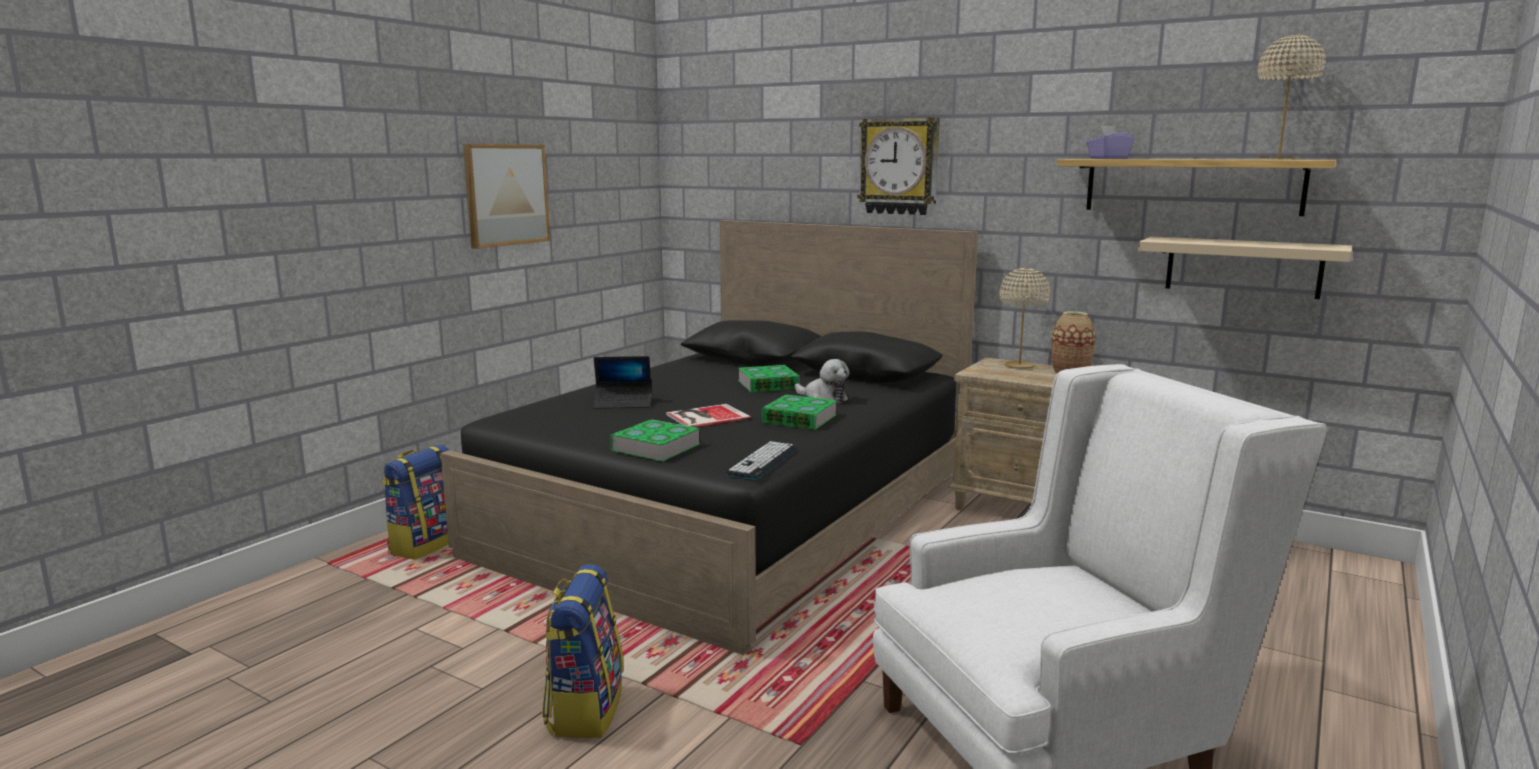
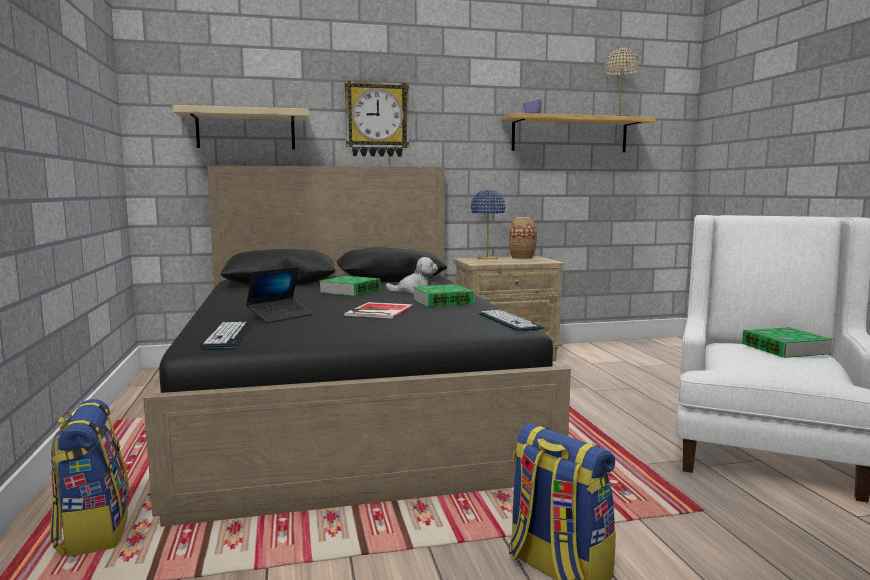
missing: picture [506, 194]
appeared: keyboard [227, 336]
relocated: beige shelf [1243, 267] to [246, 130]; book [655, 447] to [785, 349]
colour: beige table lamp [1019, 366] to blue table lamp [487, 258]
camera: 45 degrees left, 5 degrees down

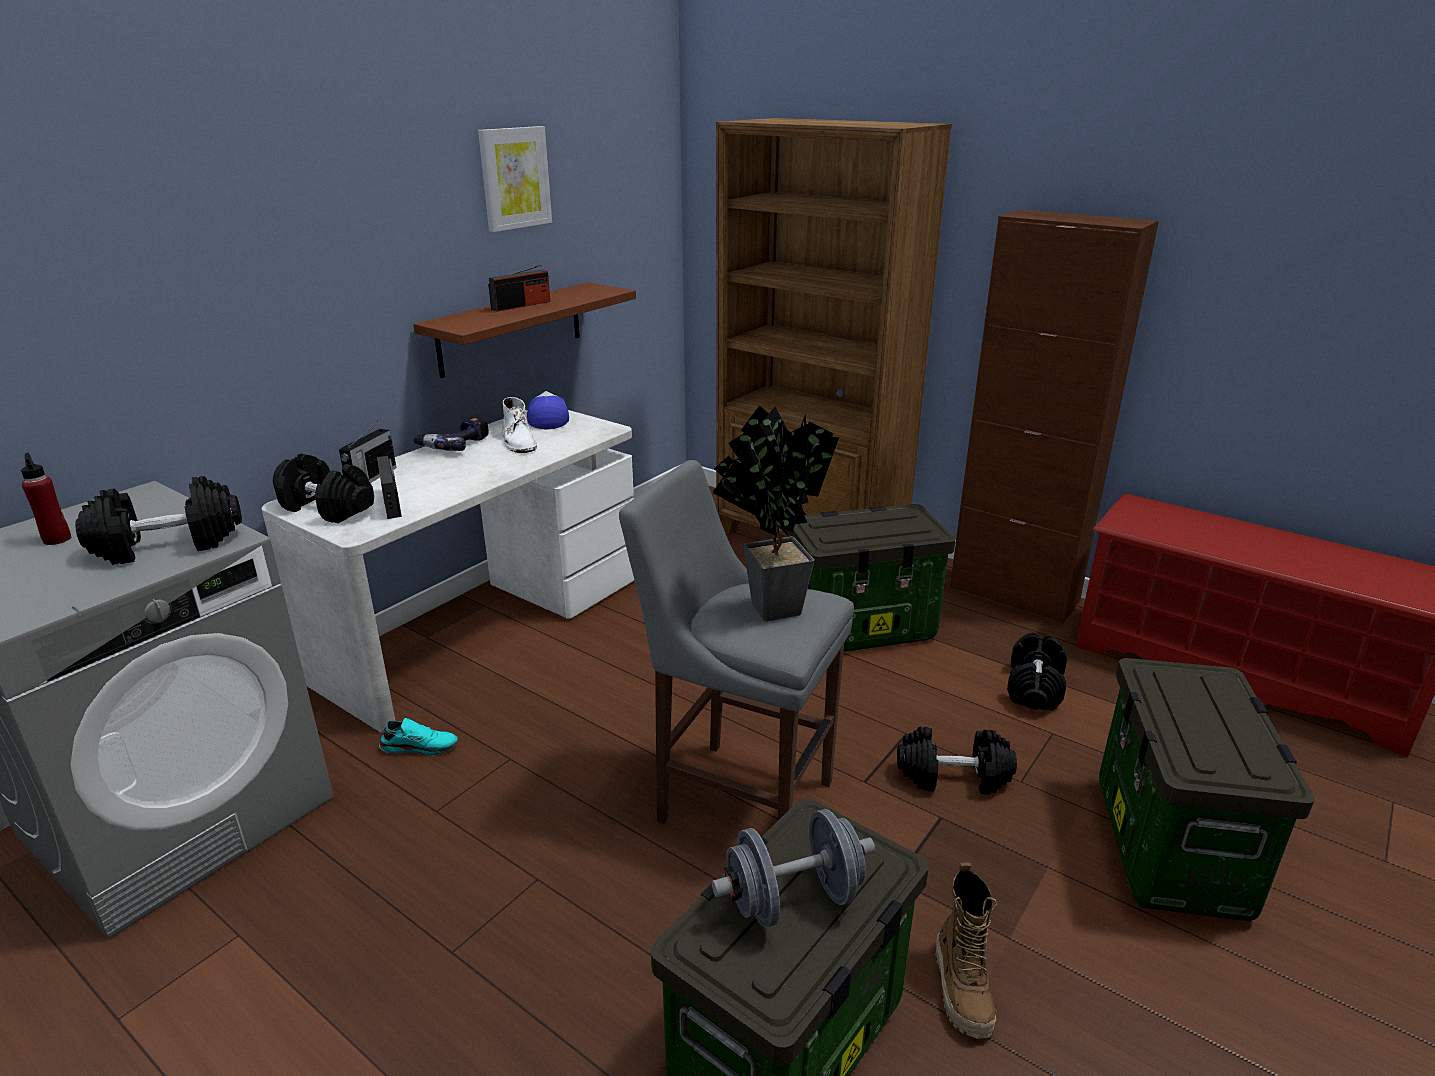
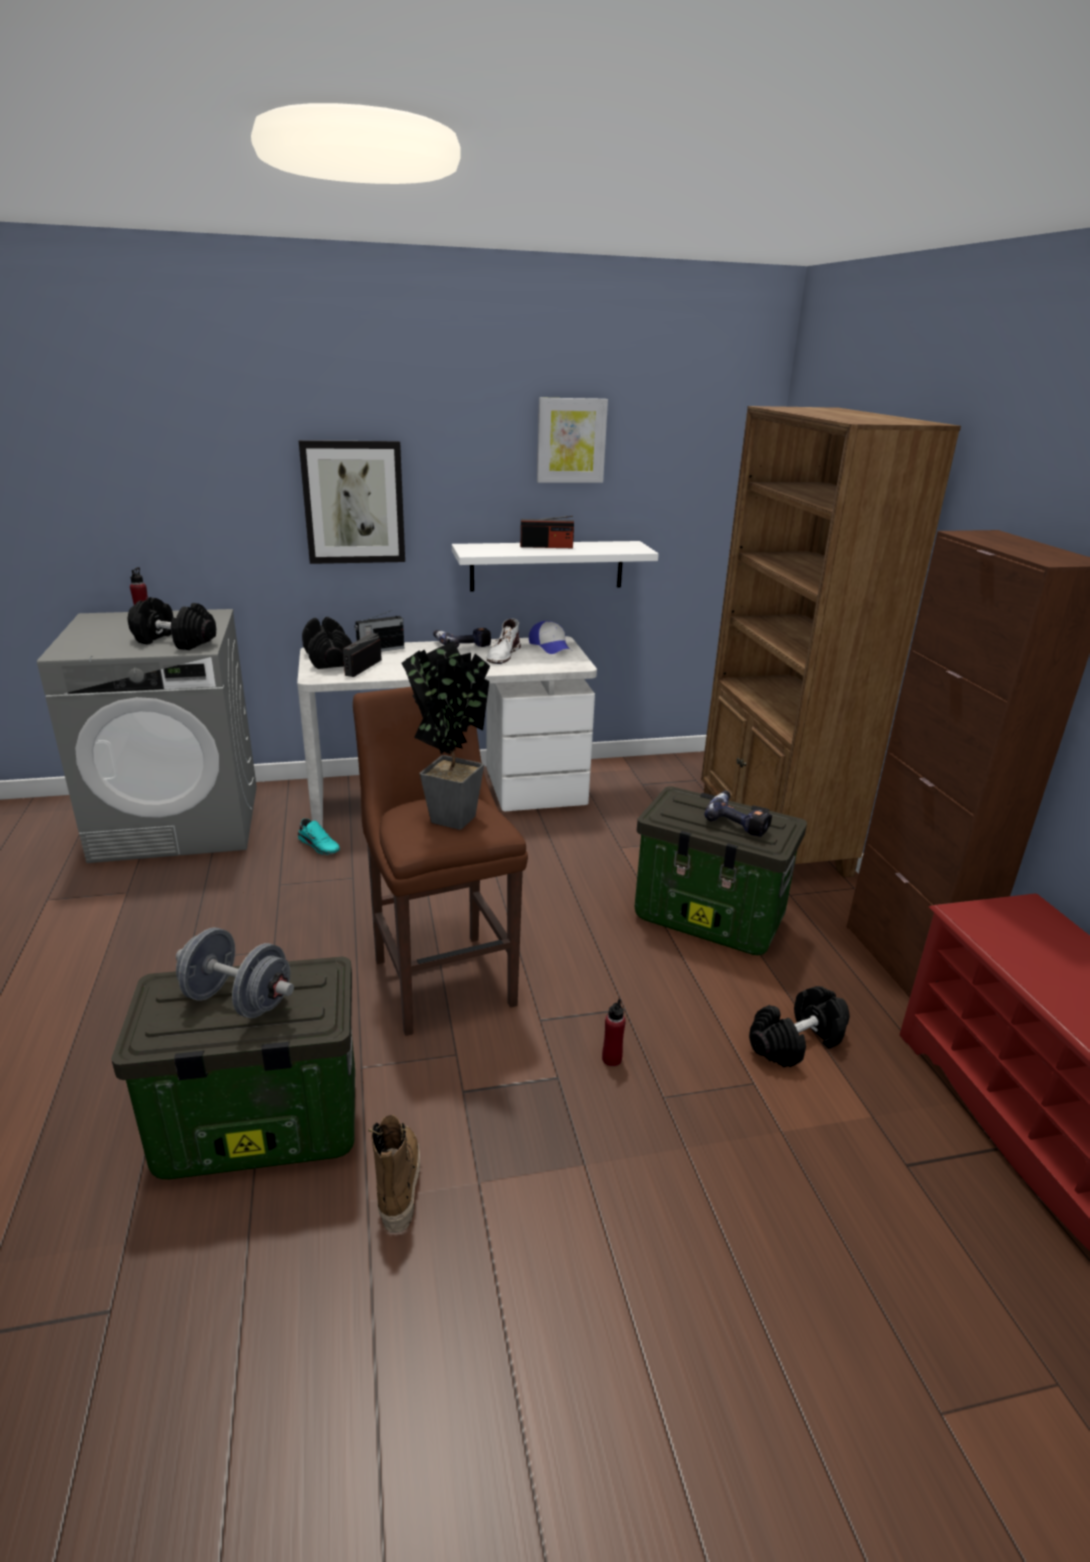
missing: storage box [1172, 849]
appeared: picture [353, 502]; power drill [738, 821]
exchanged: black dumbbell [953, 777] to red bottle [611, 1059]
colour: brown shelf [511, 328] to white shelf [547, 565]; grey stool [738, 797] to brown stool [442, 977]
spun: cap [548, 419] = [550, 646] 120 degrees clockwise; boot [962, 989] = [397, 1184] 135 degrees clockwise
camera: 40 degrees right, 0 degrees up

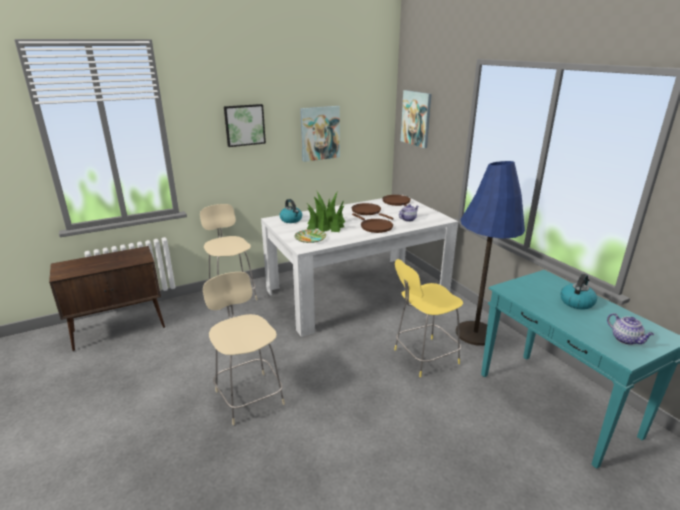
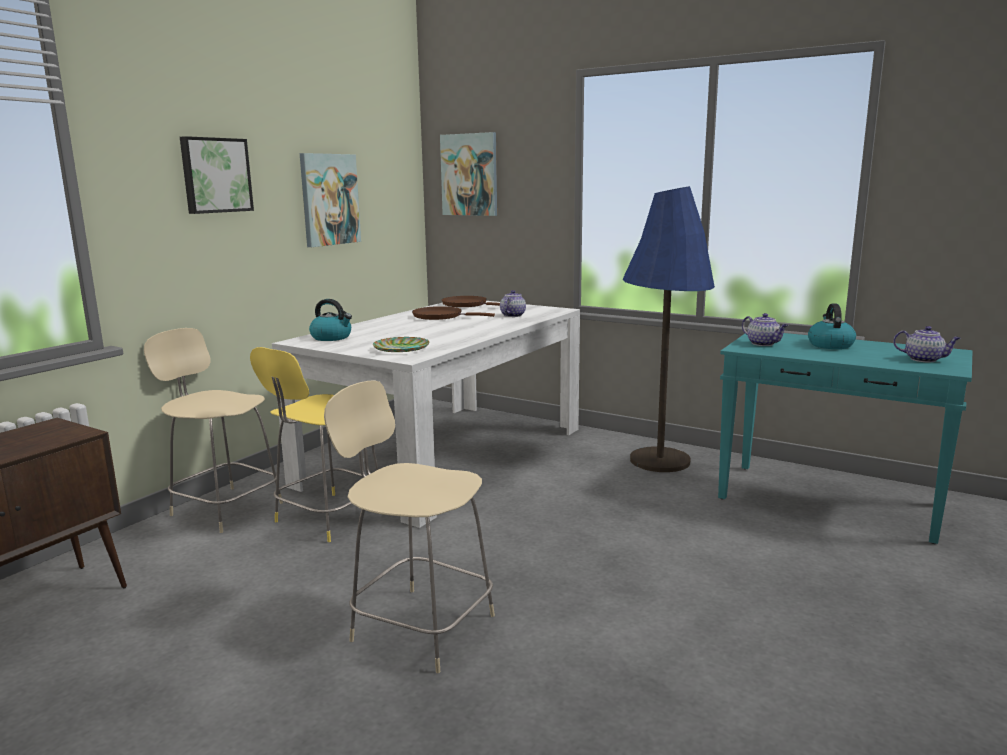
missing: potted plant [326, 225]; brown frying pan [374, 227]
appeared: teapot [763, 344]
relocated: yellow stool [424, 357] to [328, 518]
camera: 30 degrees left, 10 degrees down

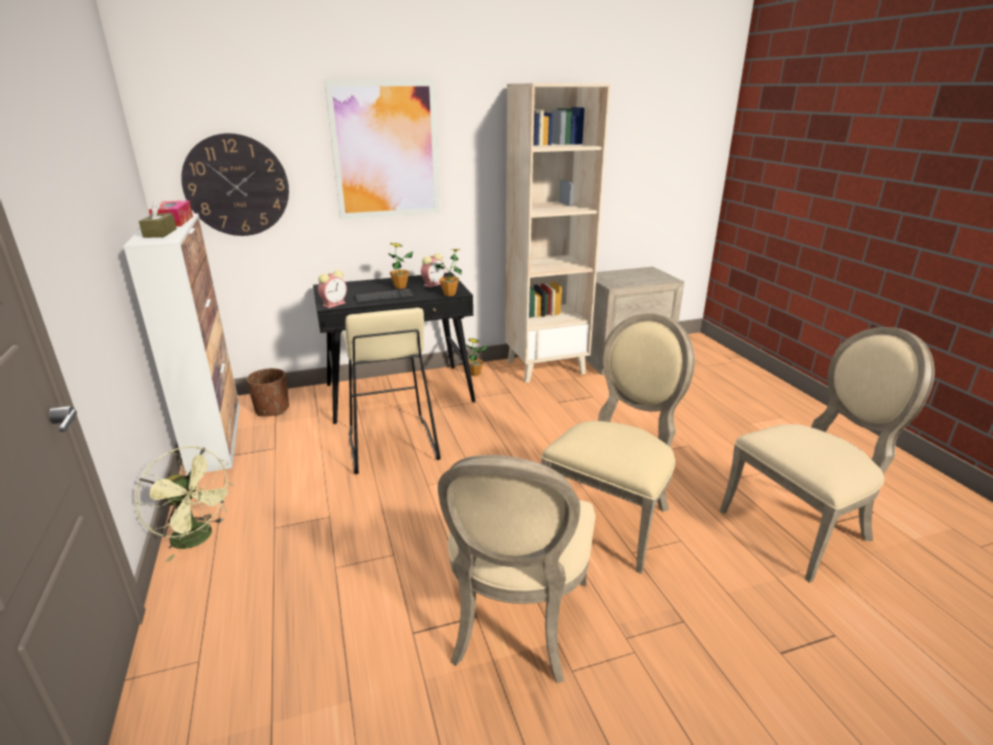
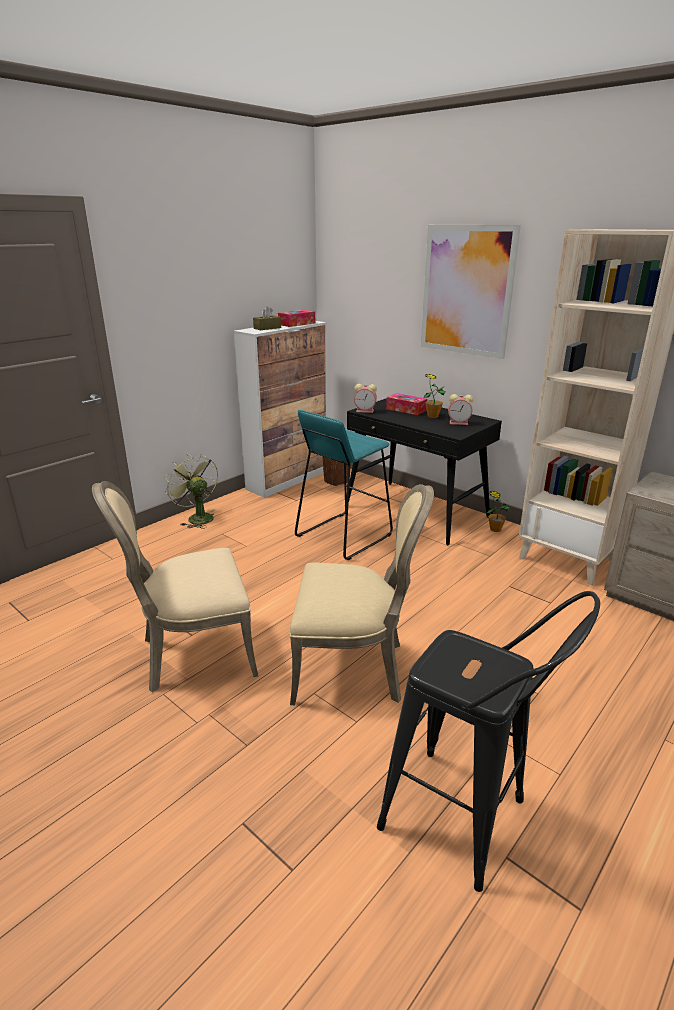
missing: wall clock [236, 186]; potted plant [449, 294]; keyboard [384, 297]
appeared: tissue box [406, 409]
exchanged: beige chair [802, 527] to black stool [467, 823]
colour: beige stool [391, 446] to turquoise stool [343, 536]
spun: green fan [198, 539] = [196, 518] 135 degrees clockwise
camera: 60 degrees right, 0 degrees up

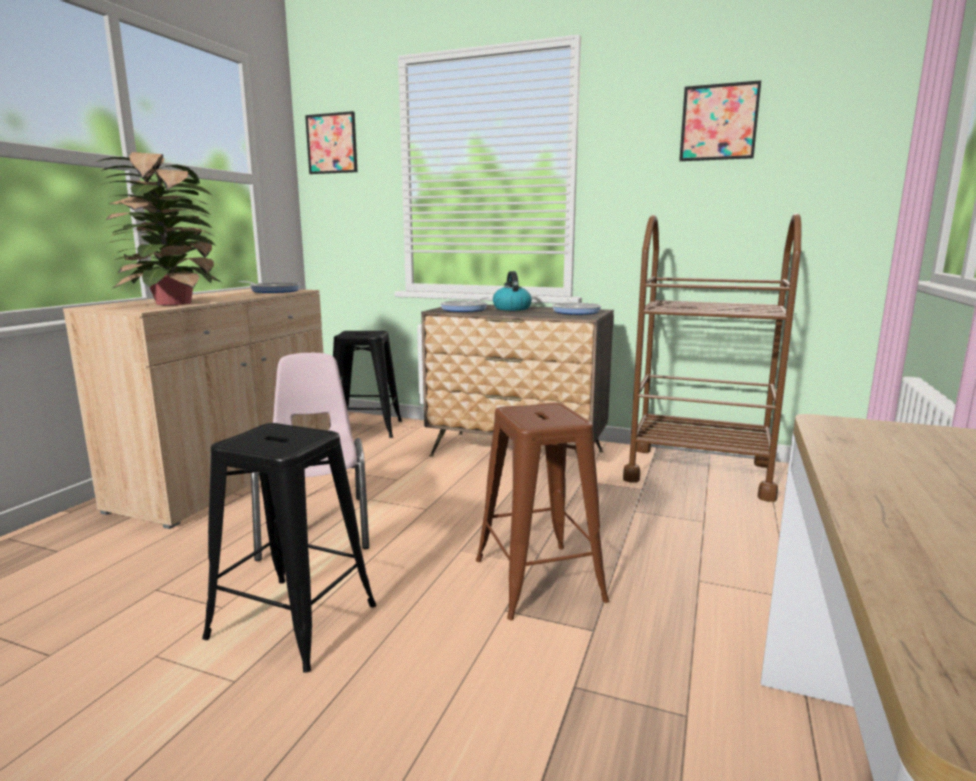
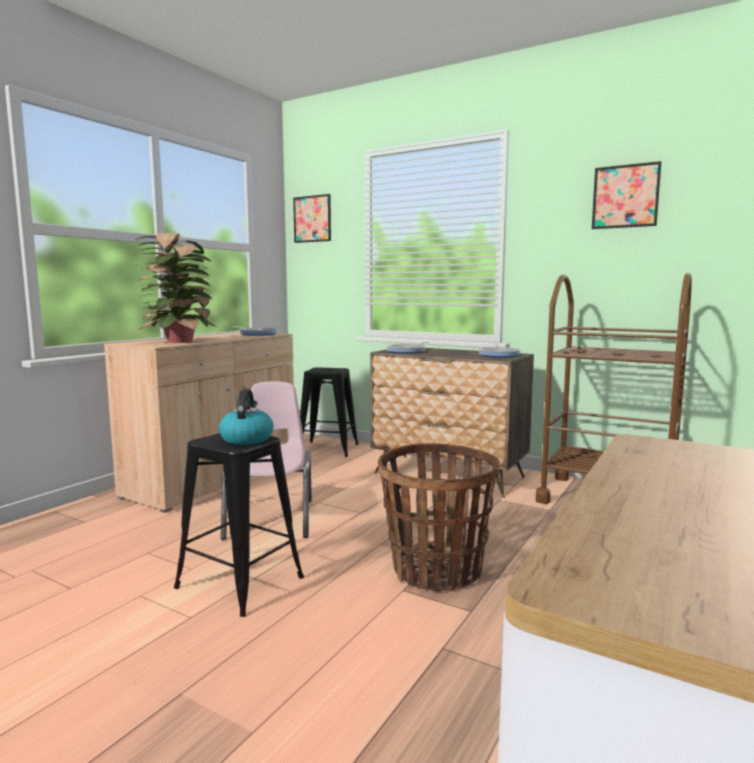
relocated: kettle [511, 308] to [246, 438]
exchanged: brown stool [537, 579] to basket [436, 570]
camera: 10 degrees right, 5 degrees down

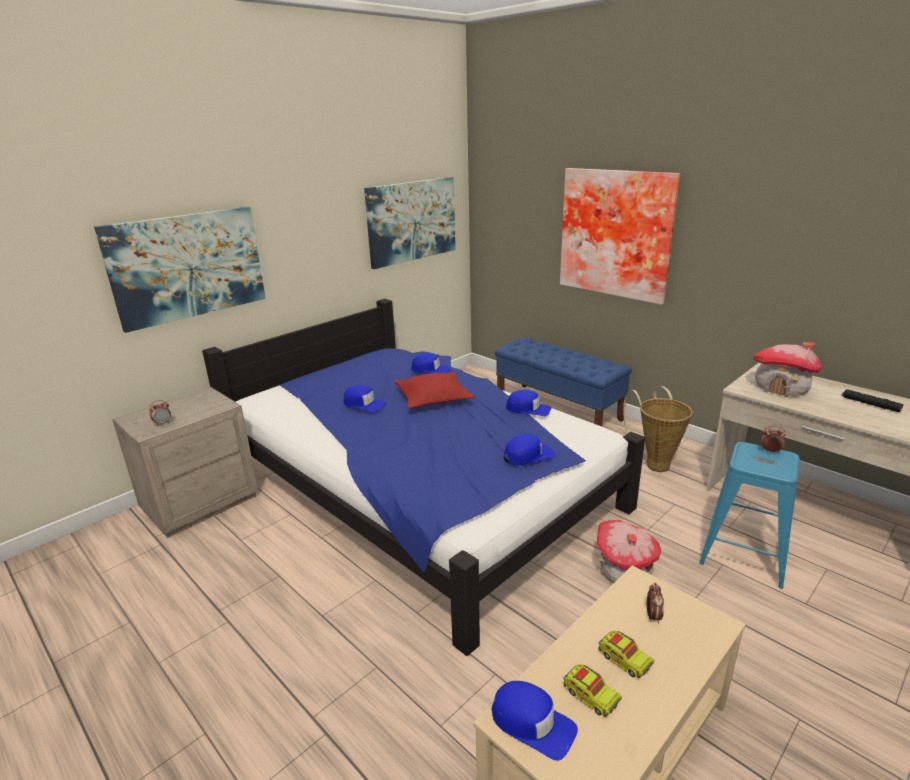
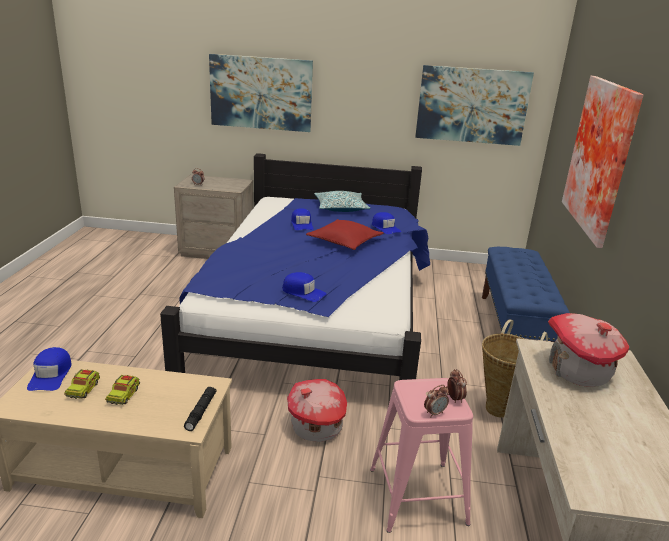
missing: blue cap [528, 409]
appeared: pillow [341, 208]
relocated: black flashlight [870, 404] to [201, 411]; alarm clock [653, 616] to [434, 413]
colour: blue stool [744, 553] to pink stool [418, 496]
camera: 50 degrees right, 0 degrees up

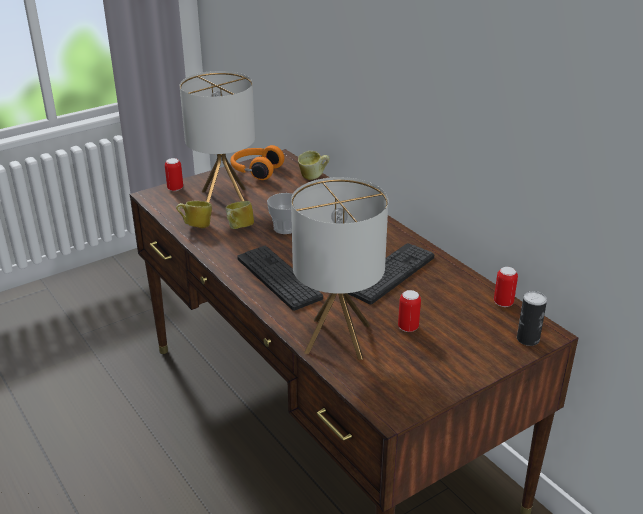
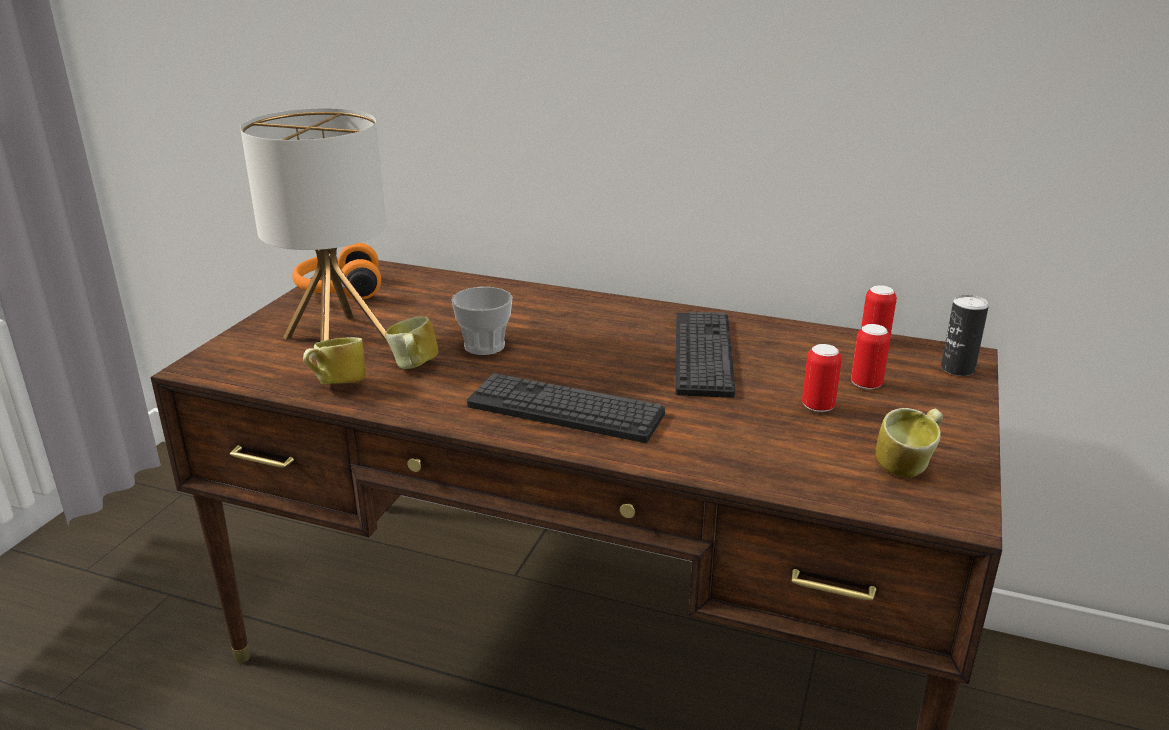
missing: table lamp [337, 338]
relocated: mug [313, 177] to [908, 467]; can [175, 188] to [866, 384]
camera: 35 degrees left, 5 degrees down

